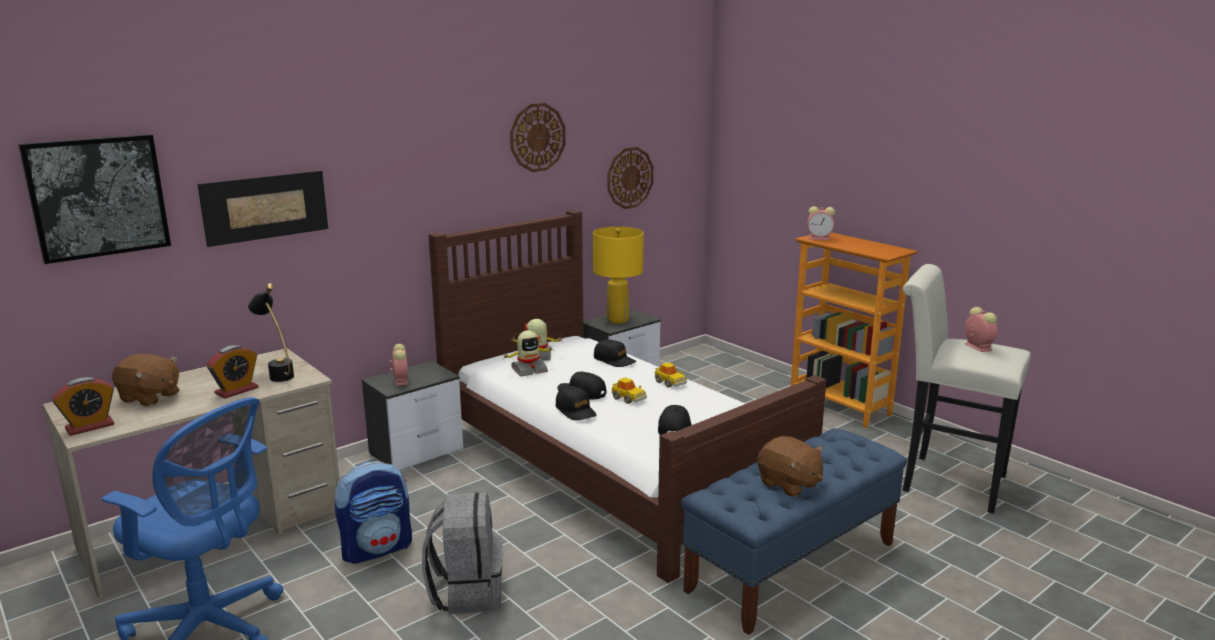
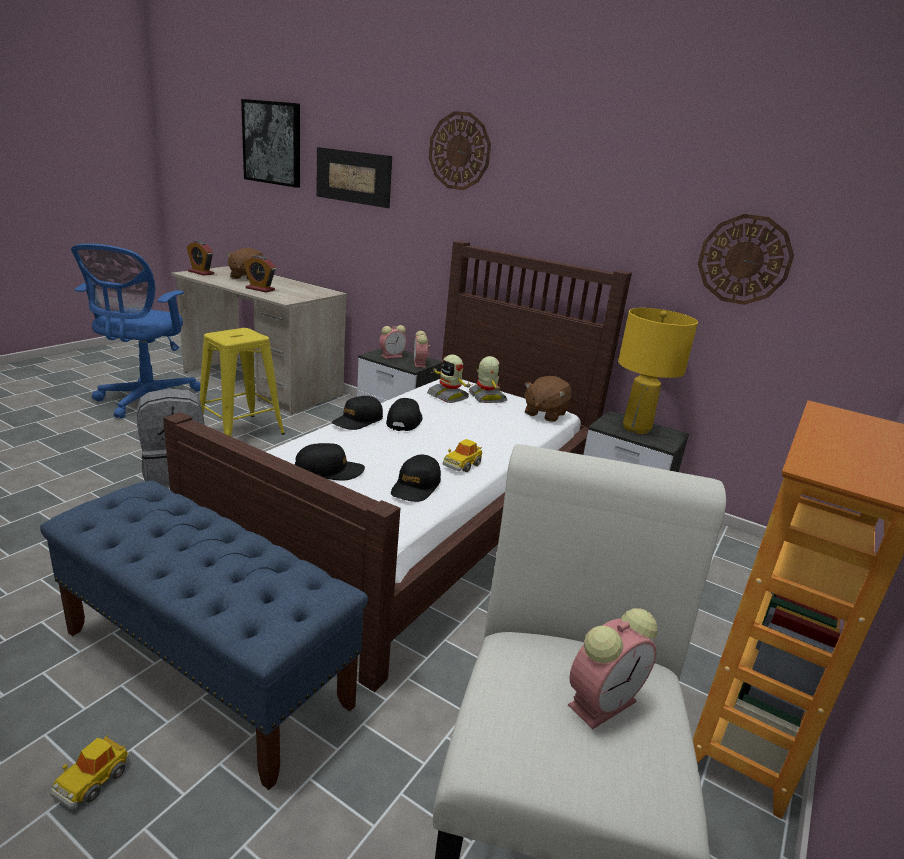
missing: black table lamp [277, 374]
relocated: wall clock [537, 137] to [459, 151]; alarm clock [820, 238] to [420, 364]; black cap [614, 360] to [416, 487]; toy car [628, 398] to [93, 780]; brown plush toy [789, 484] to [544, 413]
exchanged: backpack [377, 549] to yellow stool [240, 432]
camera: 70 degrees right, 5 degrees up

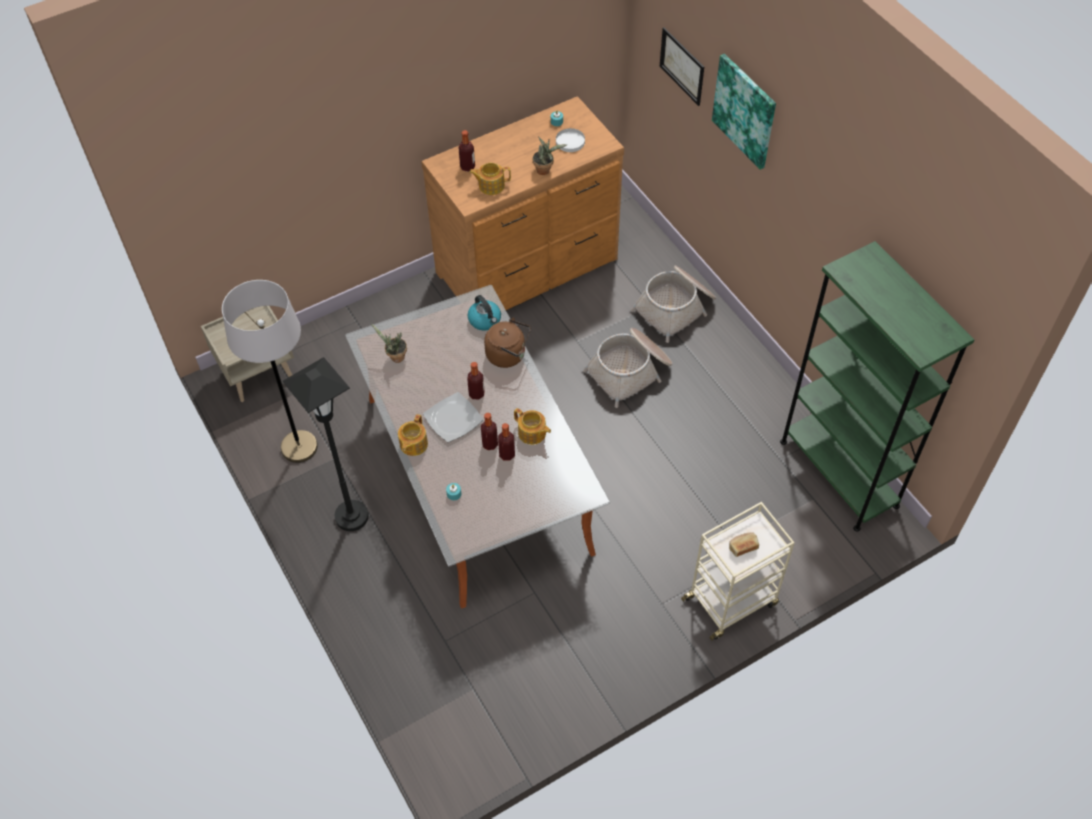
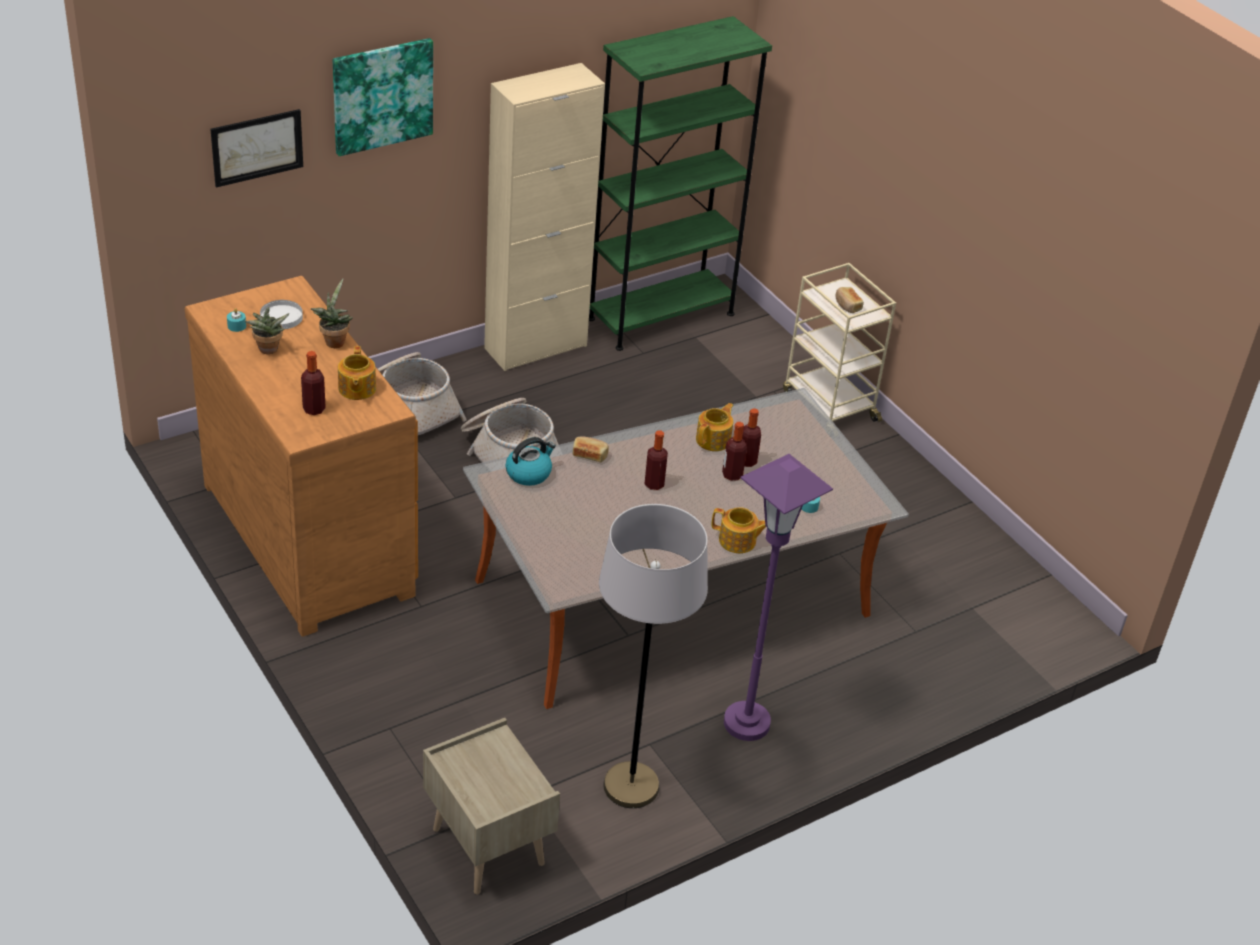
missing: plate [453, 418]
appeared: beige cabinet [535, 347]
relocated: potted plant [395, 357] to [268, 351]
exchanged: brown kettle [508, 355] to bread [590, 455]
colour: black floor lamp [351, 517] to purple floor lamp [747, 723]
camera: 95 degrees left, 15 degrees down

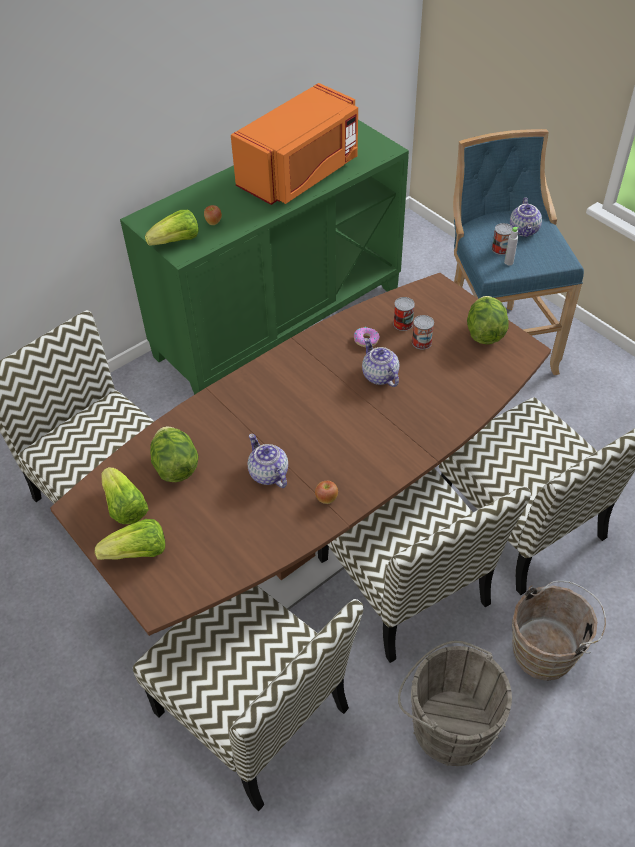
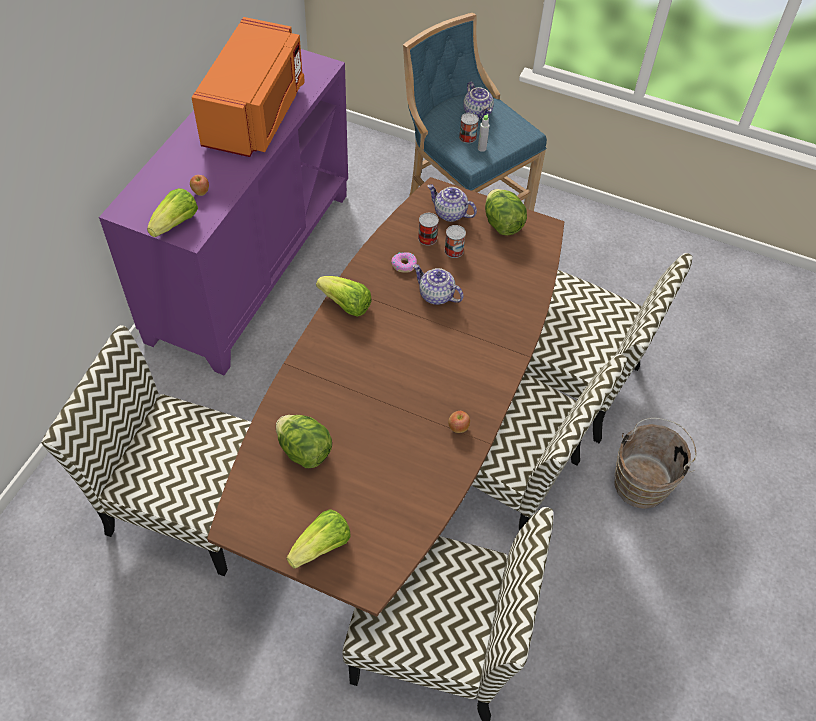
missing: grey bucket [448, 723]
relocated: teapot [268, 474] to [449, 213]; lettuce [125, 507] to [345, 305]
colour: green cabinet [278, 321] to purple cabinet [250, 264]
camera: 30 degrees left, 5 degrees up

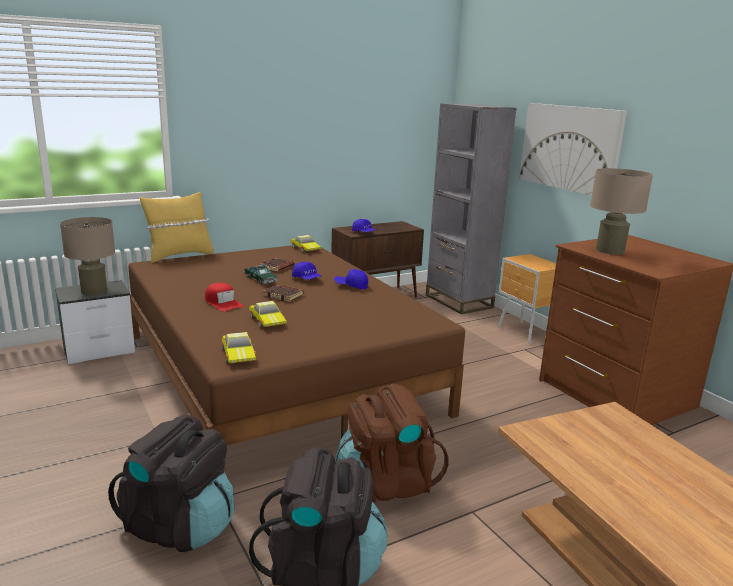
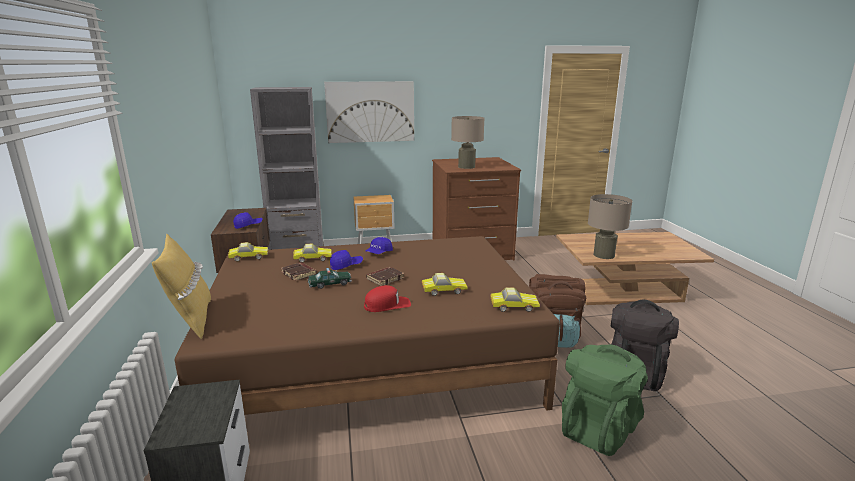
appeared: toy car [312, 258]
relocated: beige table lamp [94, 290] to [604, 255]
colour: black backpack [180, 526] to green backpack [598, 428]
camera: 70 degrees left, 0 degrees up

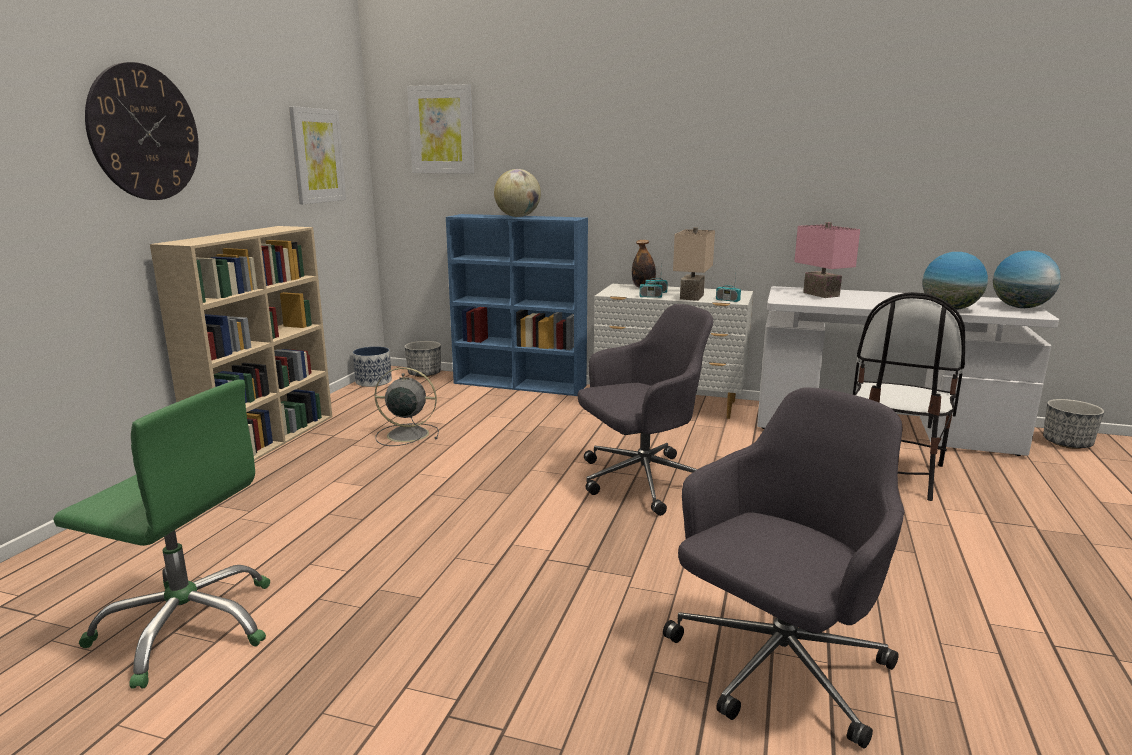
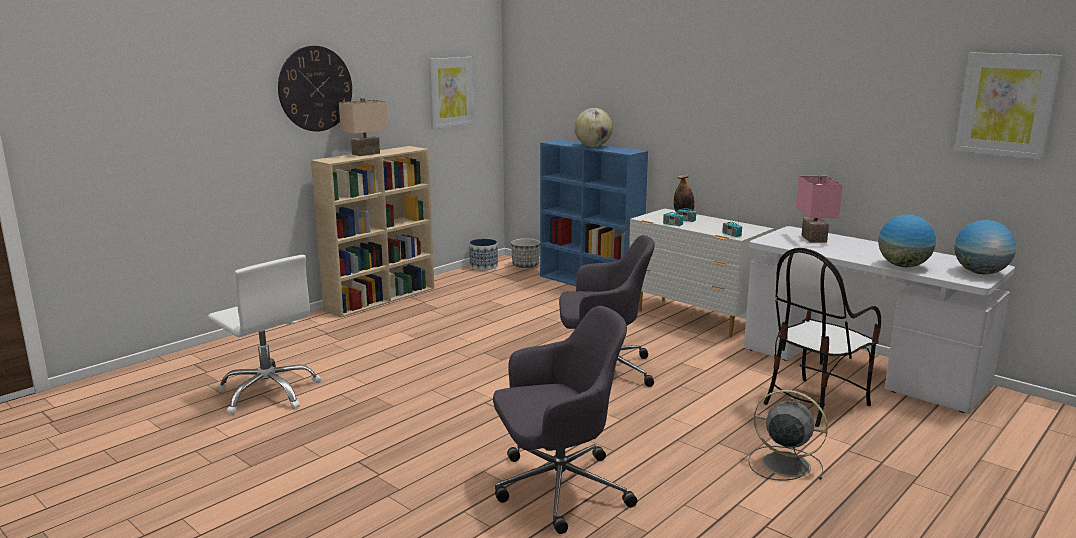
missing: planter [1066, 443]
relocated: picture [441, 130] to [1006, 105]; beige table lamp [693, 297] to [366, 154]; grey fan [406, 434] to [783, 464]
colour: green office chair [188, 626] to white office chair [269, 392]
camera: 25 degrees right, 0 degrees up

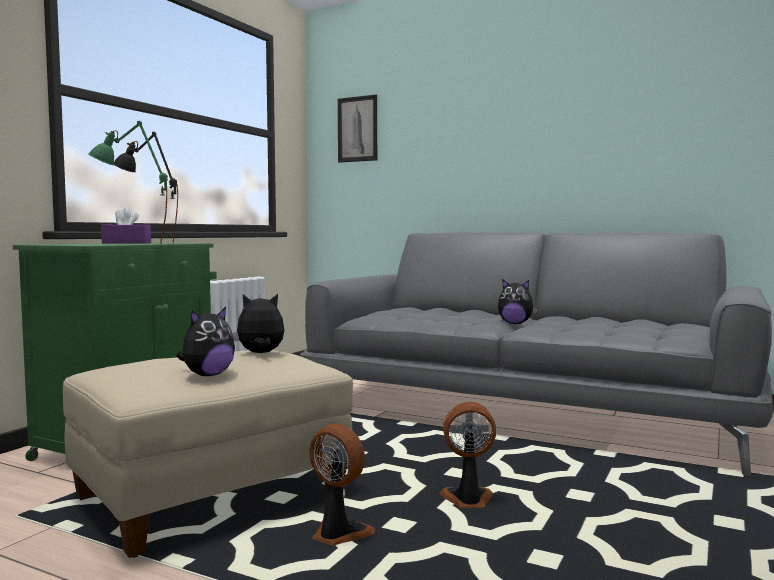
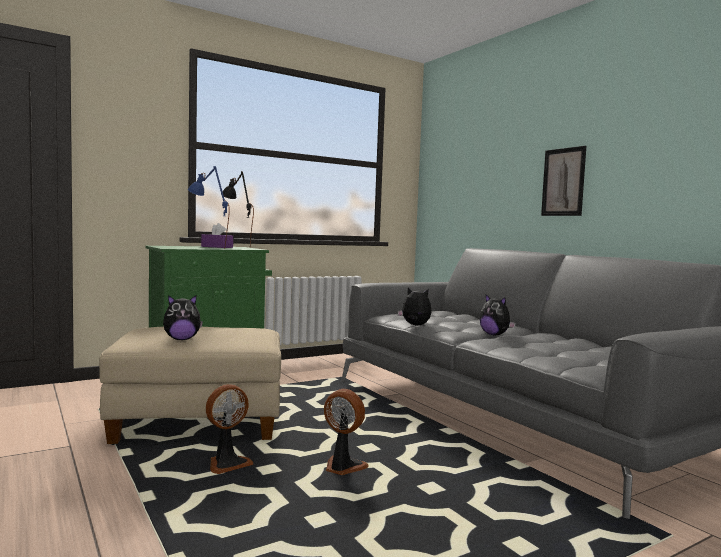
relocated: picture [357, 129] to [563, 182]; plush toy [260, 353] to [415, 325]
colour: green table lamp [130, 243] to blue table lamp [207, 248]
spun: fan [339, 534] = [227, 464] 75 degrees clockwise
camera: 30 degrees right, 0 degrees up

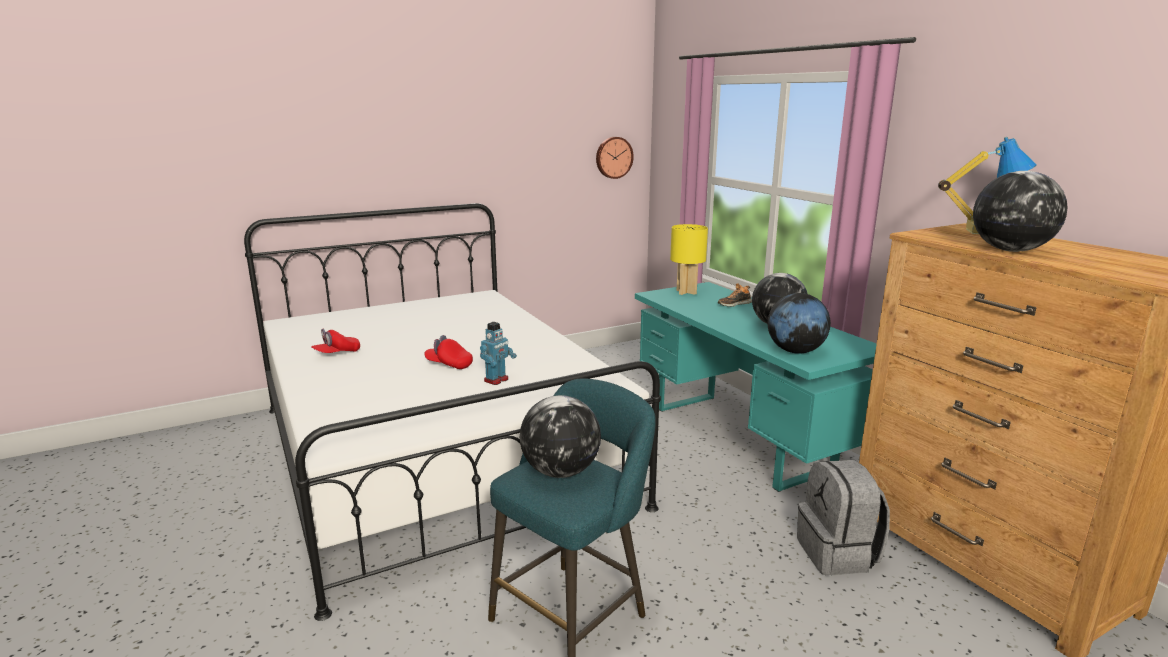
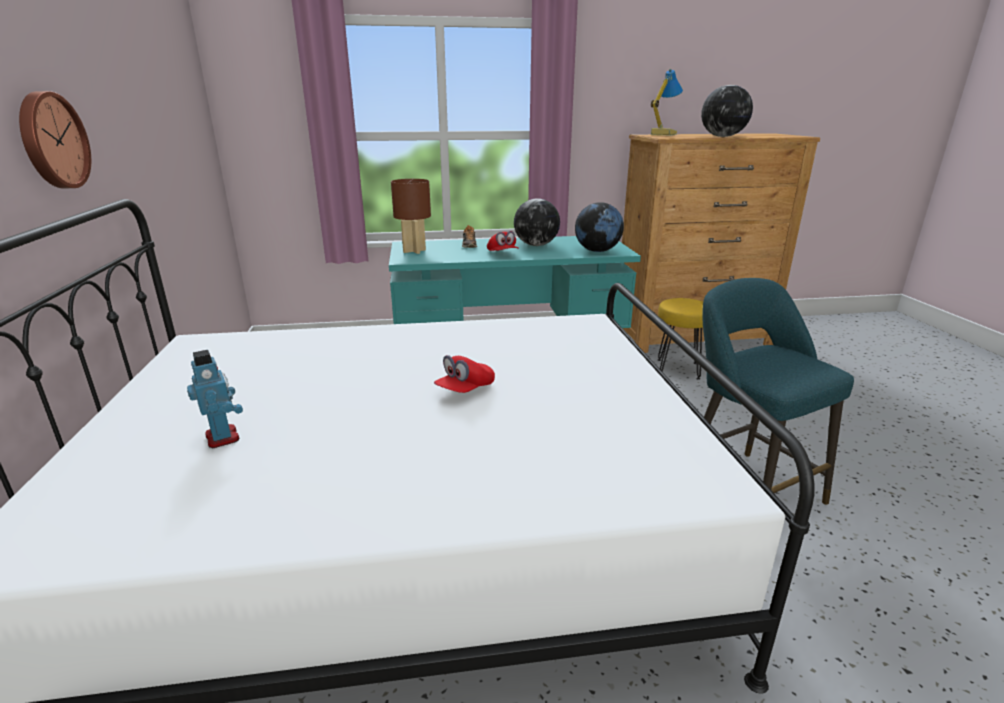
missing: globe [560, 472]
relocated: wall clock [613, 157] to [51, 141]; toy robot [496, 380] to [223, 437]; red cap [337, 354] to [502, 254]
exchanged: grey backpack [838, 554] to yellow stool [678, 369]
colour: yellow table lamp [686, 292] to brown table lamp [414, 251]
camera: 70 degrees left, 5 degrees up

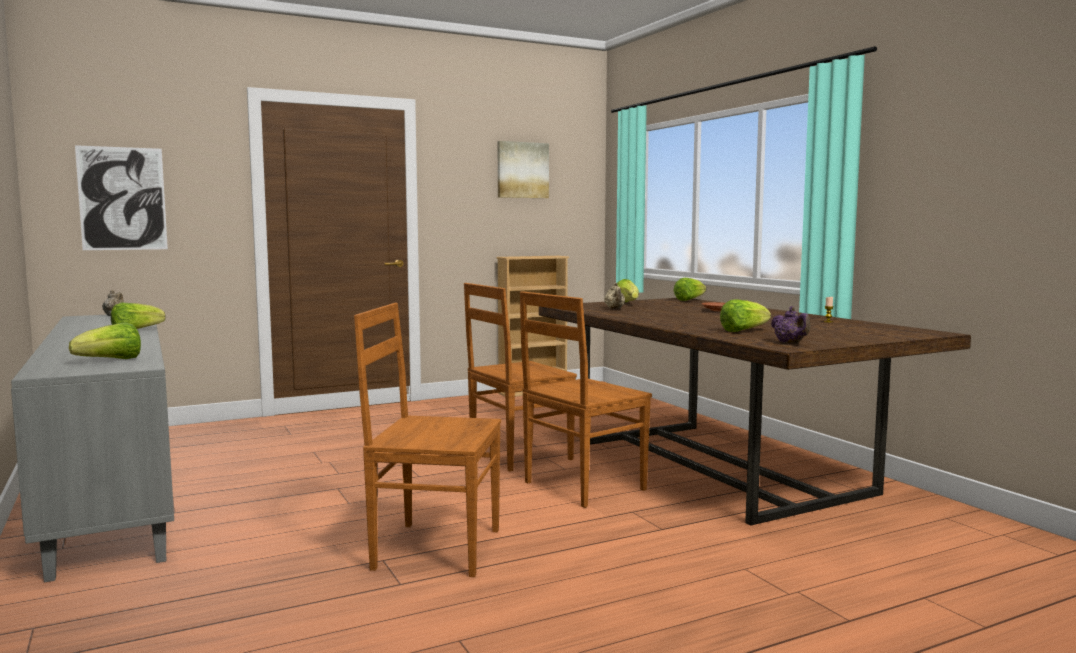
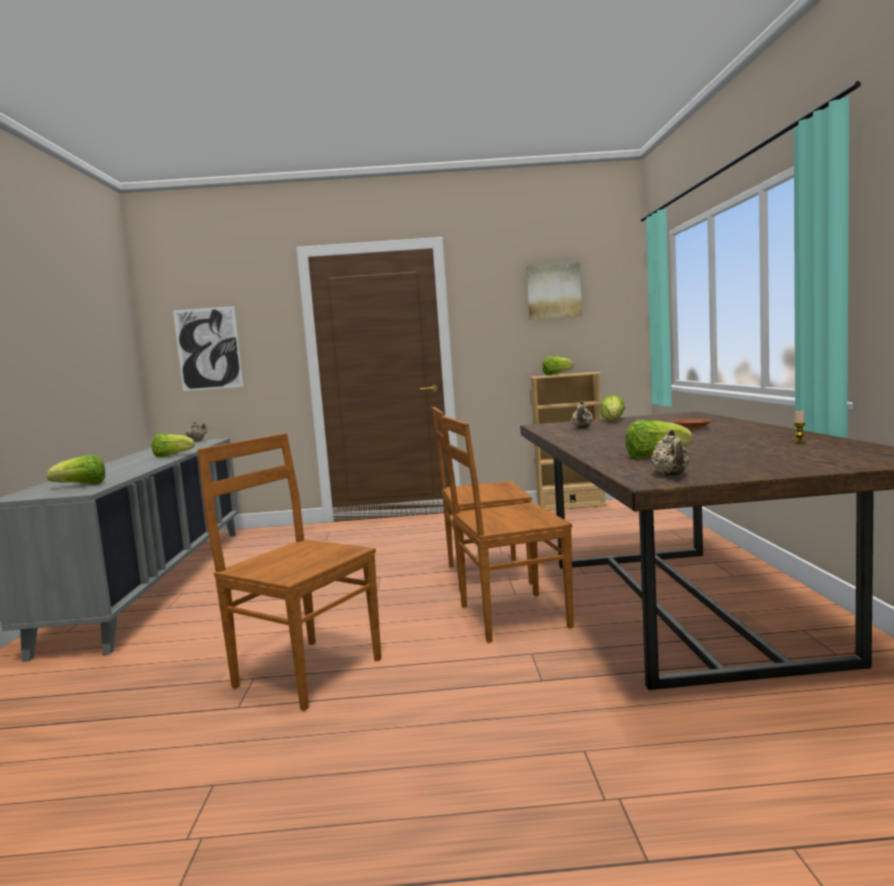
relocated: lettuce [689, 300] to [556, 374]
colour: purple teapot [790, 343] to beige teapot [671, 475]
camera: 25 degrees right, 0 degrees up

